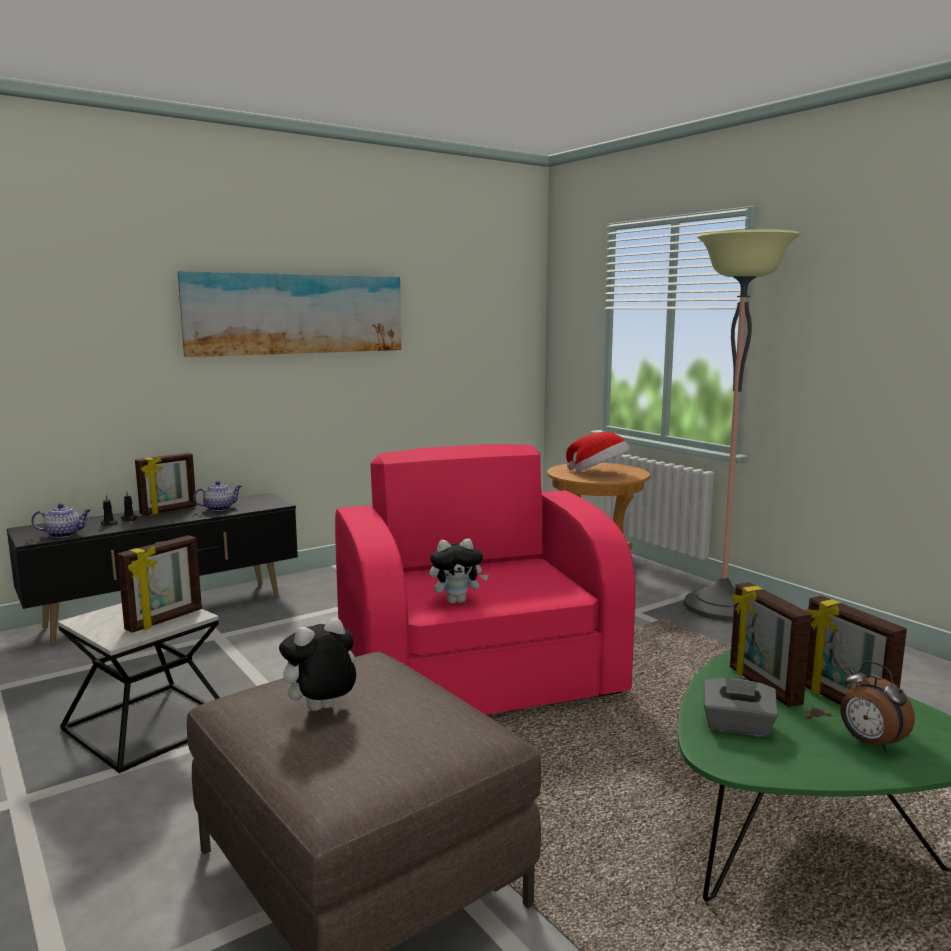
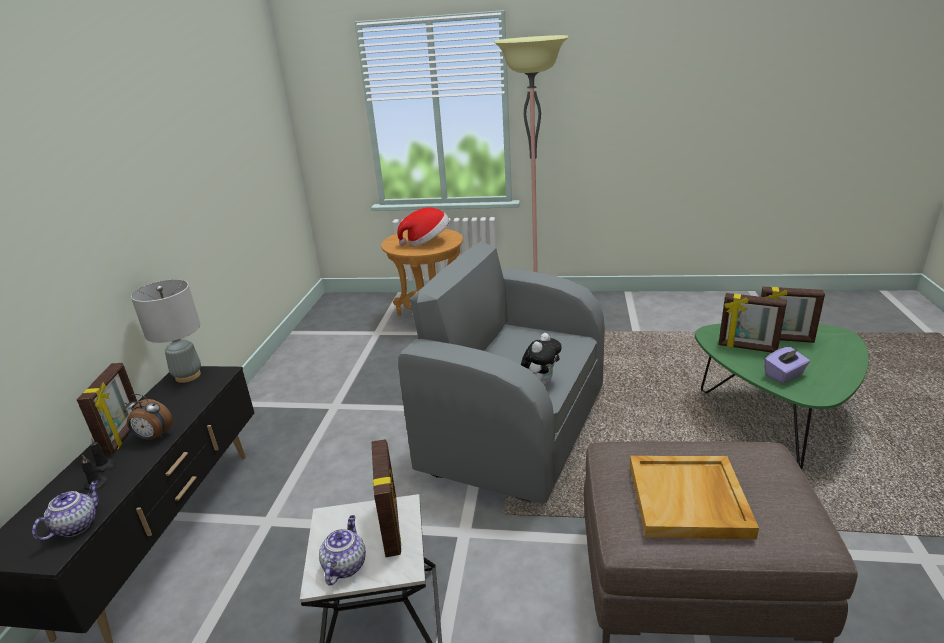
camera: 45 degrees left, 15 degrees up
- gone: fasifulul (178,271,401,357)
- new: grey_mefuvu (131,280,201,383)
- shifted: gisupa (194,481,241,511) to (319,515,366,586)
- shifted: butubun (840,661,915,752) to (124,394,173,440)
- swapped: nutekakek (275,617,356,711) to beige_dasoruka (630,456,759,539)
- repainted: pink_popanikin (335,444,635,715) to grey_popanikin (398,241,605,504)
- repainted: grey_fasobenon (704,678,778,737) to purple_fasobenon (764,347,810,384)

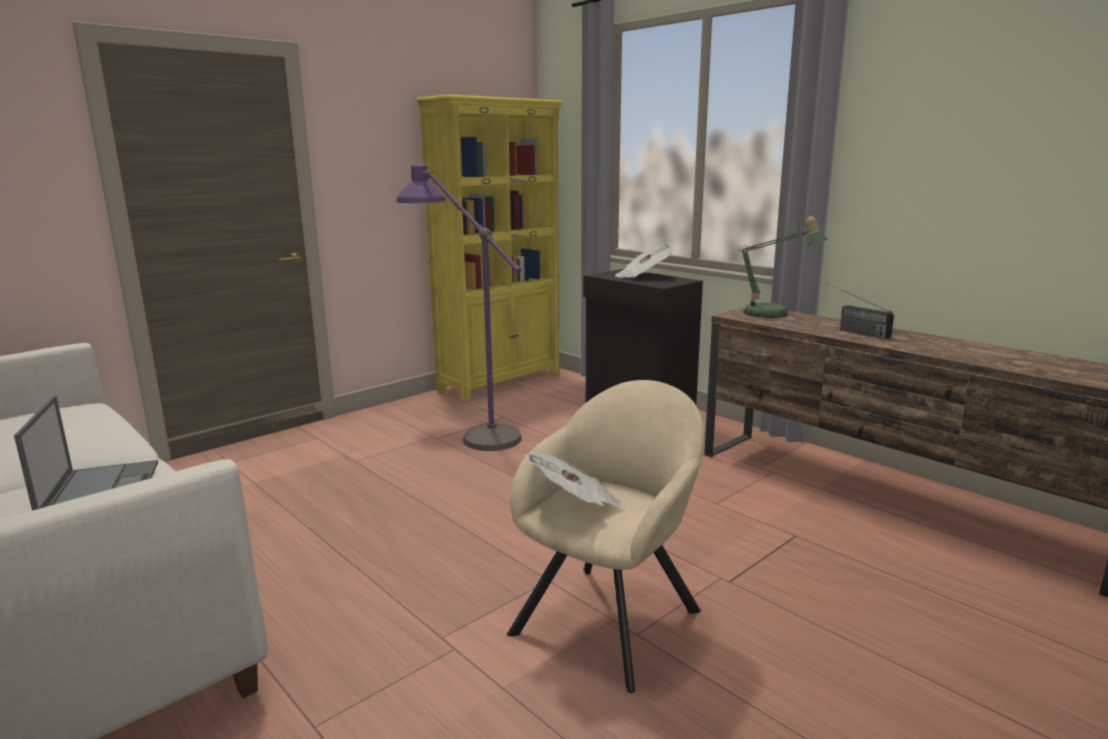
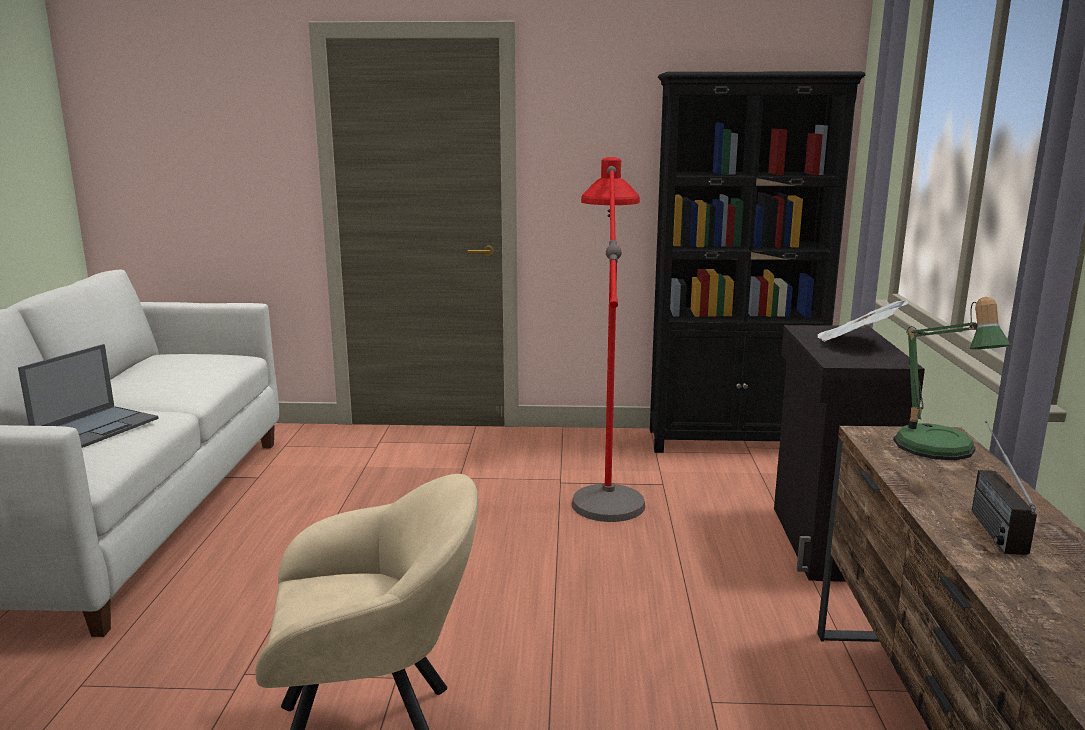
camera: 45 degrees right, 0 degrees up
- gone: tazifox (524,452,626,506)
- repainted: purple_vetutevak (397,164,522,451) to red_vetutevak (572,157,645,522)
- repainted: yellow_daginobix (416,94,563,402) to black_daginobix (650,71,866,453)

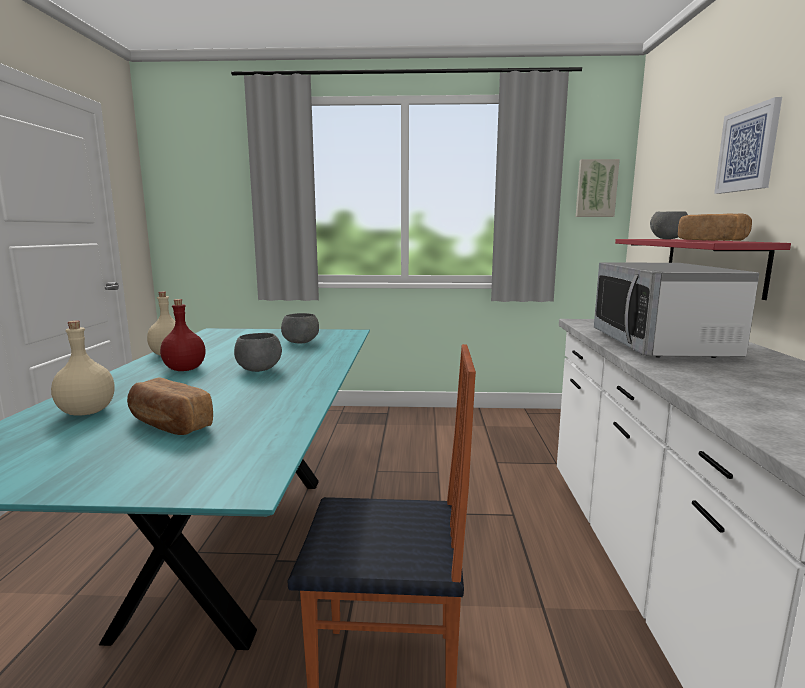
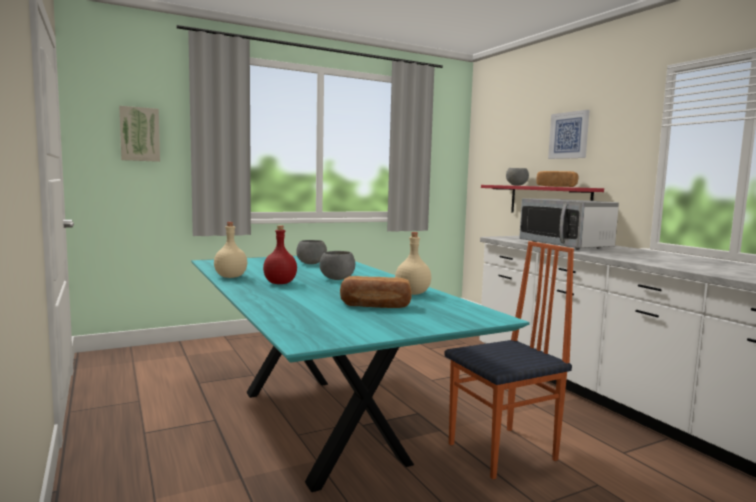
camera: 30 degrees left, 5 degrees down
- shifted: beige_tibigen (51,321,114,416) to (395,232,431,295)
- shifted: fasifulul (576,159,620,217) to (119,106,160,162)

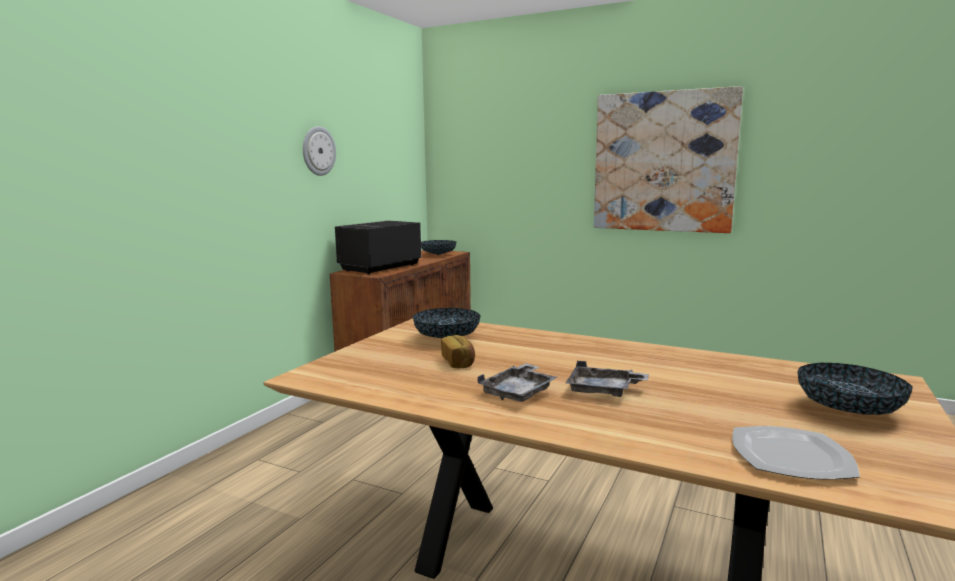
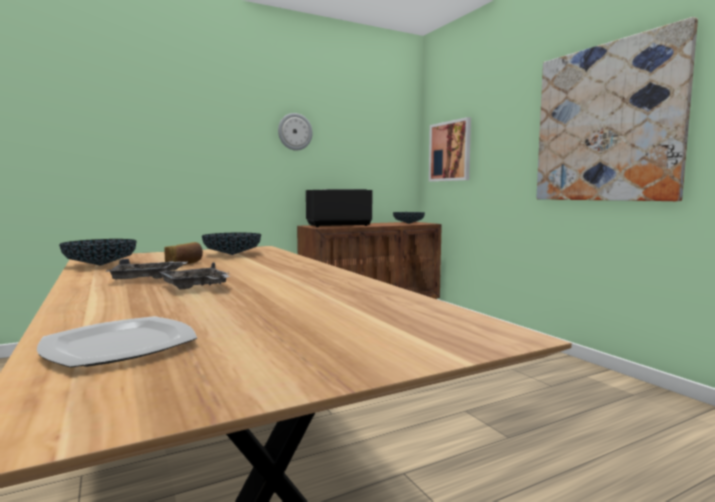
camera: 35 degrees right, 5 degrees down
- new: fasifulul (429,117,471,182)
- shifted: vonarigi (797,363,912,415) to (59,239,137,266)

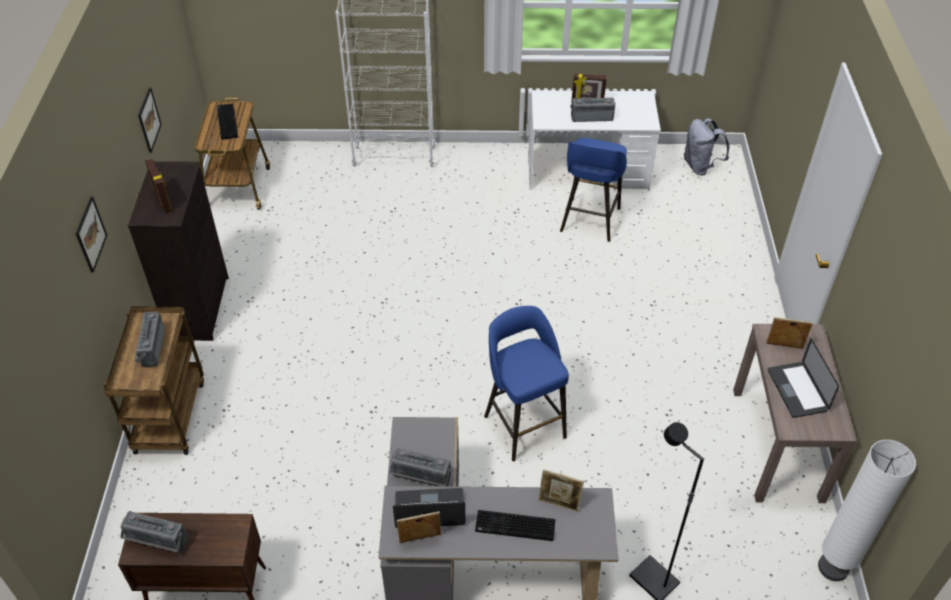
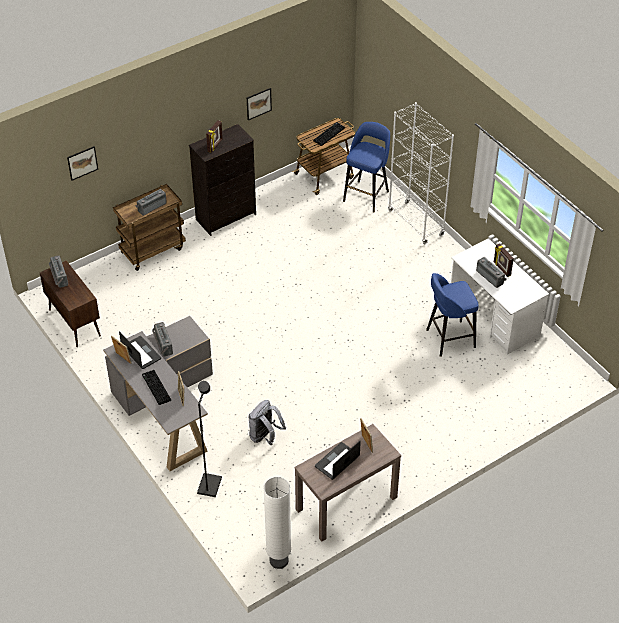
camera: 55 degrees right, 0 degrees up
- shifted: fasifulul (76,197,107,272) to (67,146,98,181)
- shifted: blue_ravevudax (484,306,569,462) to (343,122,390,212)
- shifted: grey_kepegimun (684,118,729,175) to (249,400,286,445)

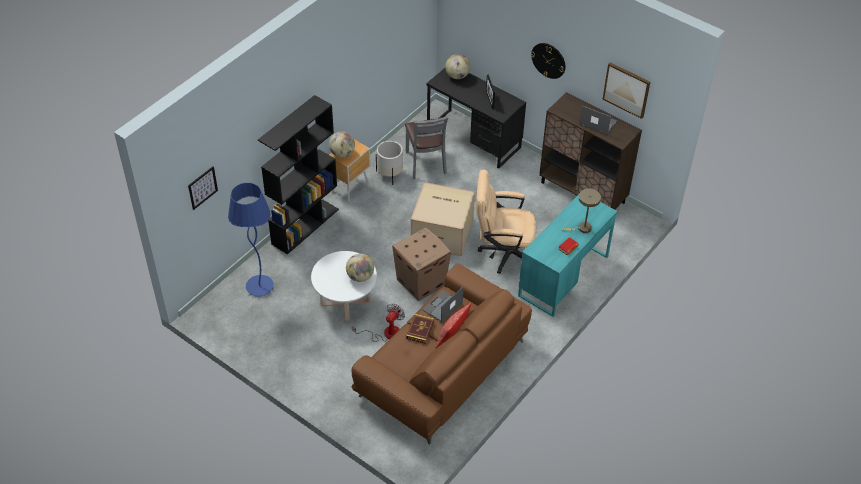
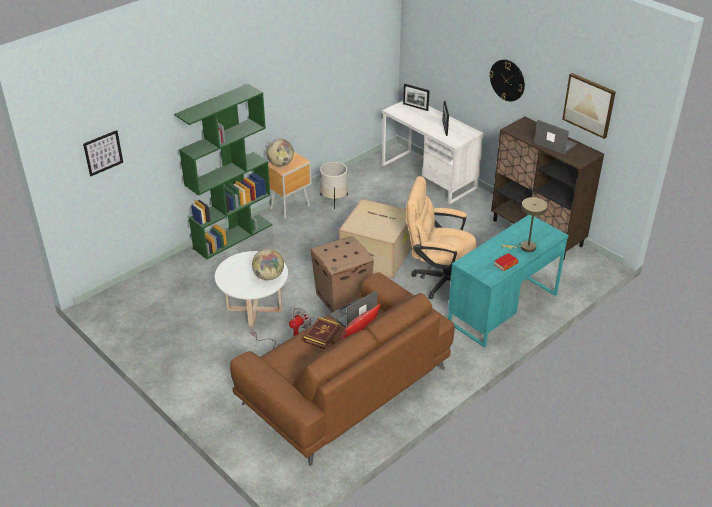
camera: 10 degrees right, 10 degrees down
- gone: blue_vetutevak (228,183,274,297)
- gone: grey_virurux (405,116,448,179)
- swapped: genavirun (445,54,470,79) to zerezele (403,84,430,111)
- repainted: black_daginobix (258,95,339,254) to green_daginobix (174,84,272,259)
- repainted: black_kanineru (427,68,526,168) to white_kanineru (382,101,483,204)

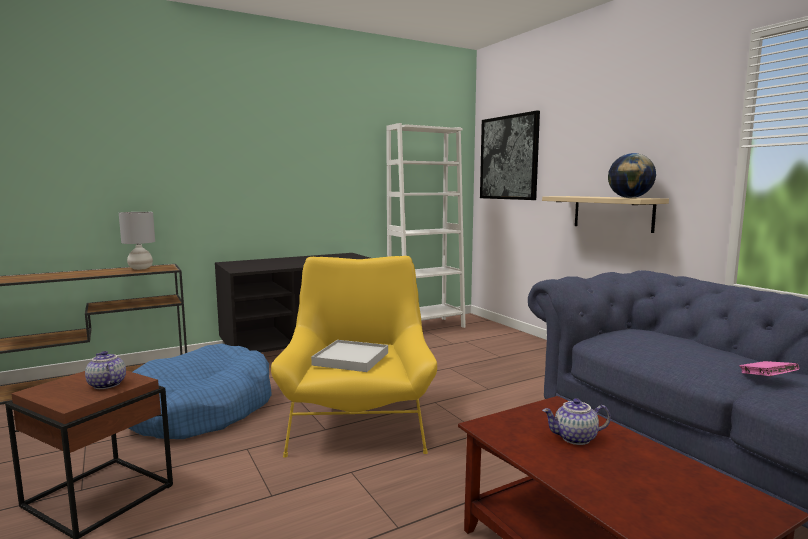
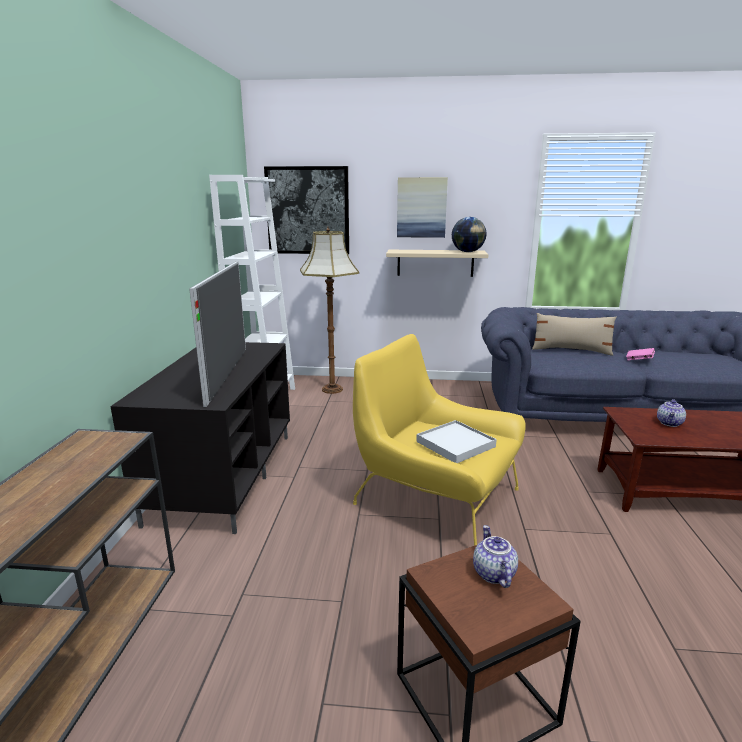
camera: 55 degrees left, 10 degrees up
- gone: grey_mefuvu (119,212,155,270)
- gone: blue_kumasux (128,343,272,439)
- new: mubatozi (189,261,246,407)
- new: vetutevak (300,227,359,394)
- new: fasifulul (397,177,448,238)
- new: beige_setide (532,313,617,356)
- rotated: gisupa (85,351,126,389) = (473,525,518,588) 90 degrees clockwise

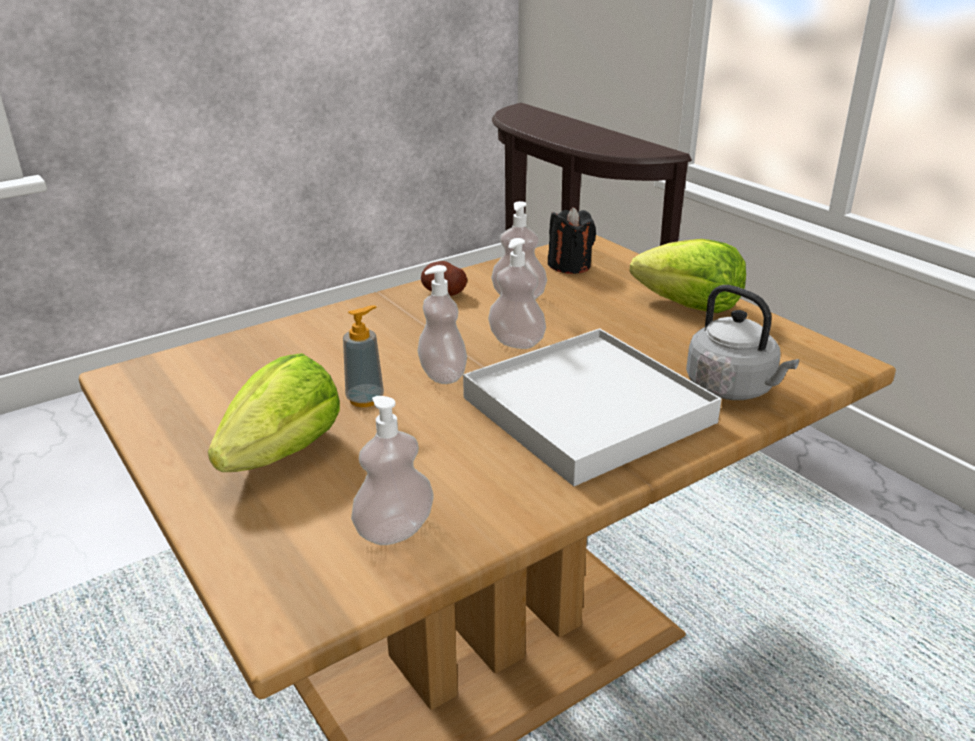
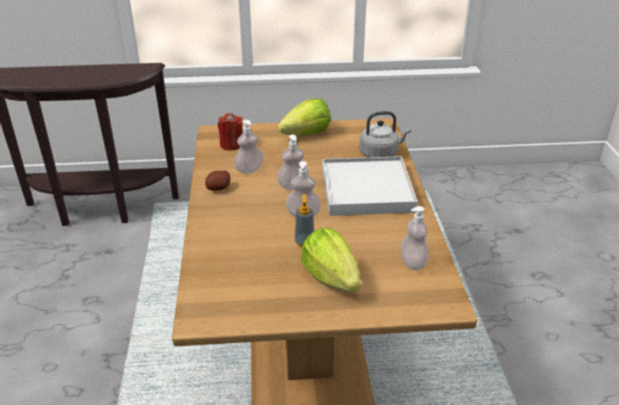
camera: 60 degrees left, 5 degrees up
- repainted: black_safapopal (548,207,596,274) to red_safapopal (218,113,243,150)

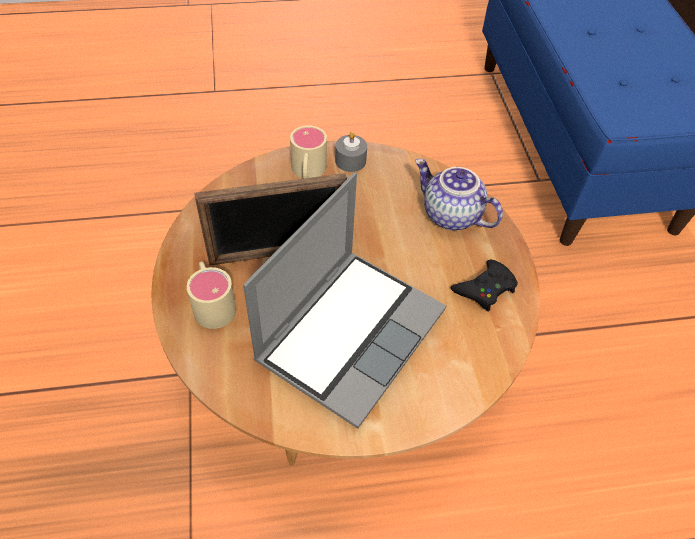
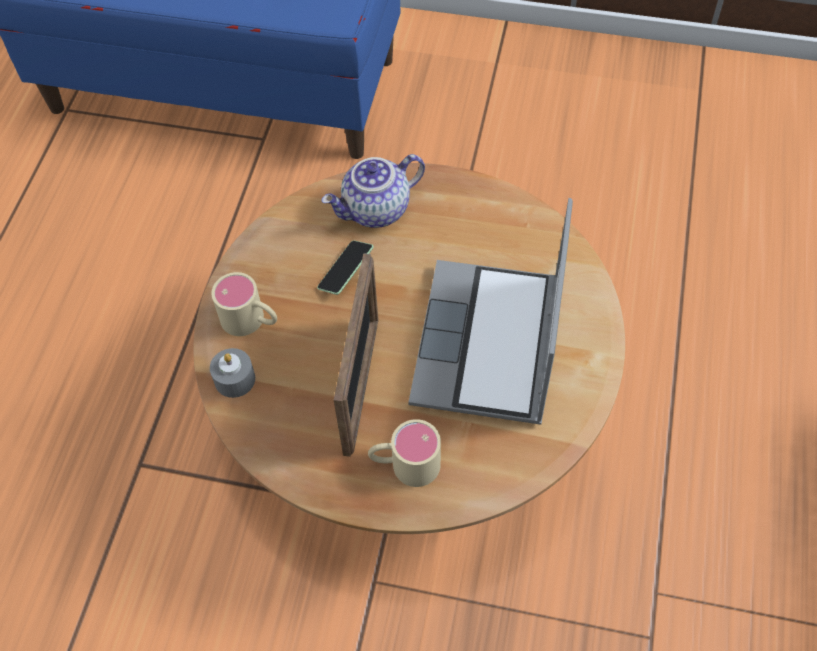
camera: 65 degrees left, 5 degrees up
- gone: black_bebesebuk (451,260,518,312)
- new: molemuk (317,240,373,295)
- shifted: grey_safapopal (335,132,367,172) to (210,348,255,398)
- rotated: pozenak (243,173,446,429) = (408,198,573,425) 135 degrees counterclockwise

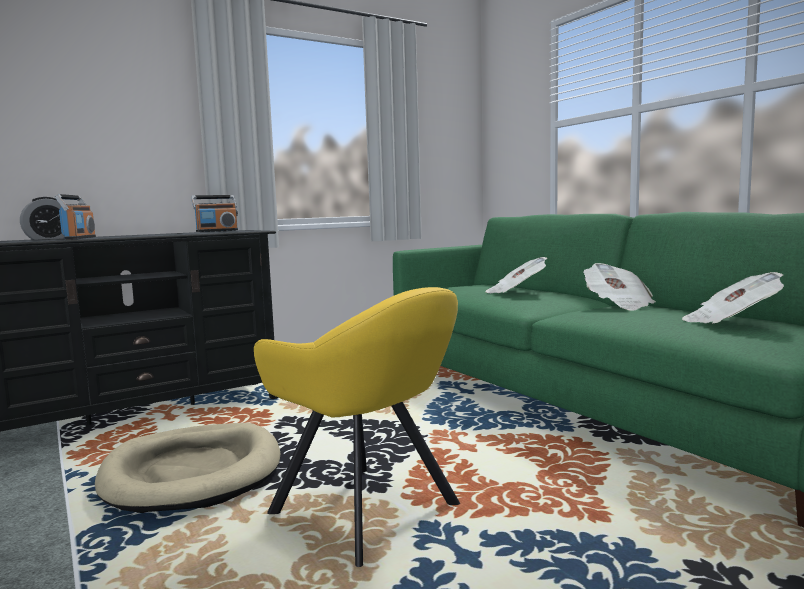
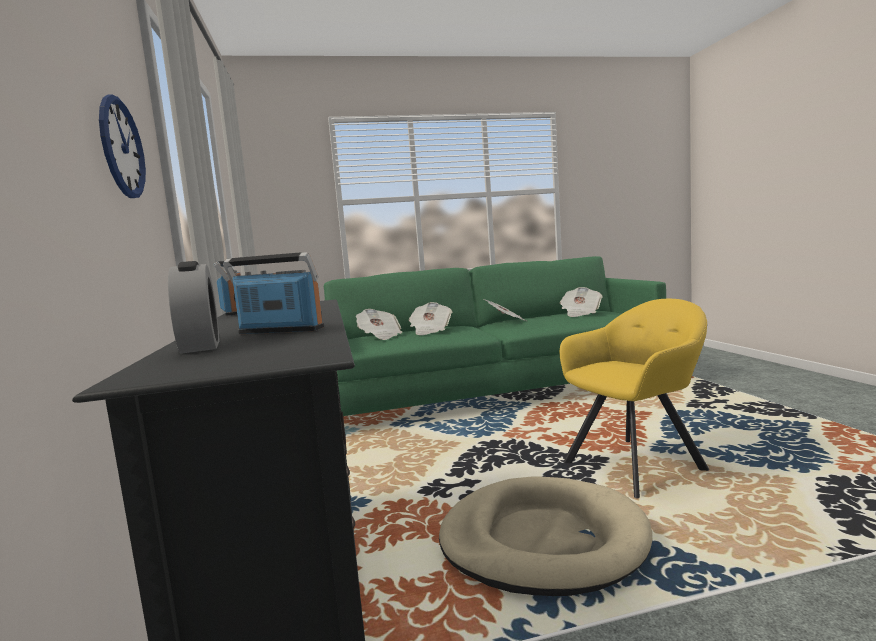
camera: 70 degrees left, 0 degrees up
- new: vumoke (99,95,146,198)
- new: tazifox (356,309,402,340)

